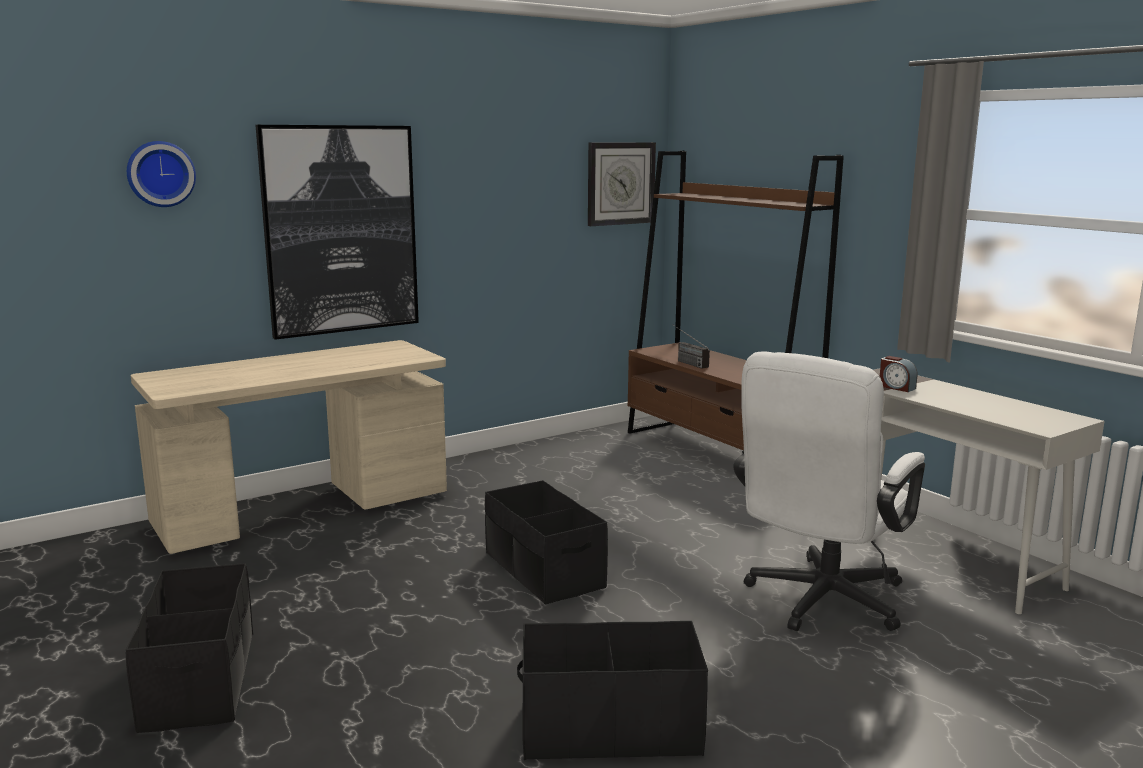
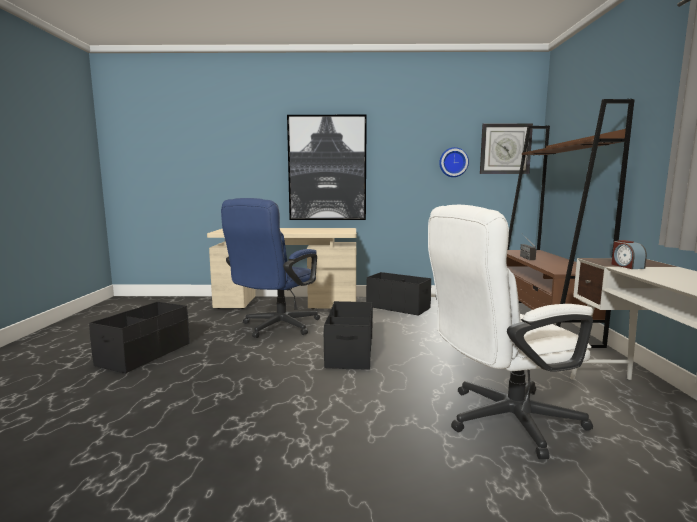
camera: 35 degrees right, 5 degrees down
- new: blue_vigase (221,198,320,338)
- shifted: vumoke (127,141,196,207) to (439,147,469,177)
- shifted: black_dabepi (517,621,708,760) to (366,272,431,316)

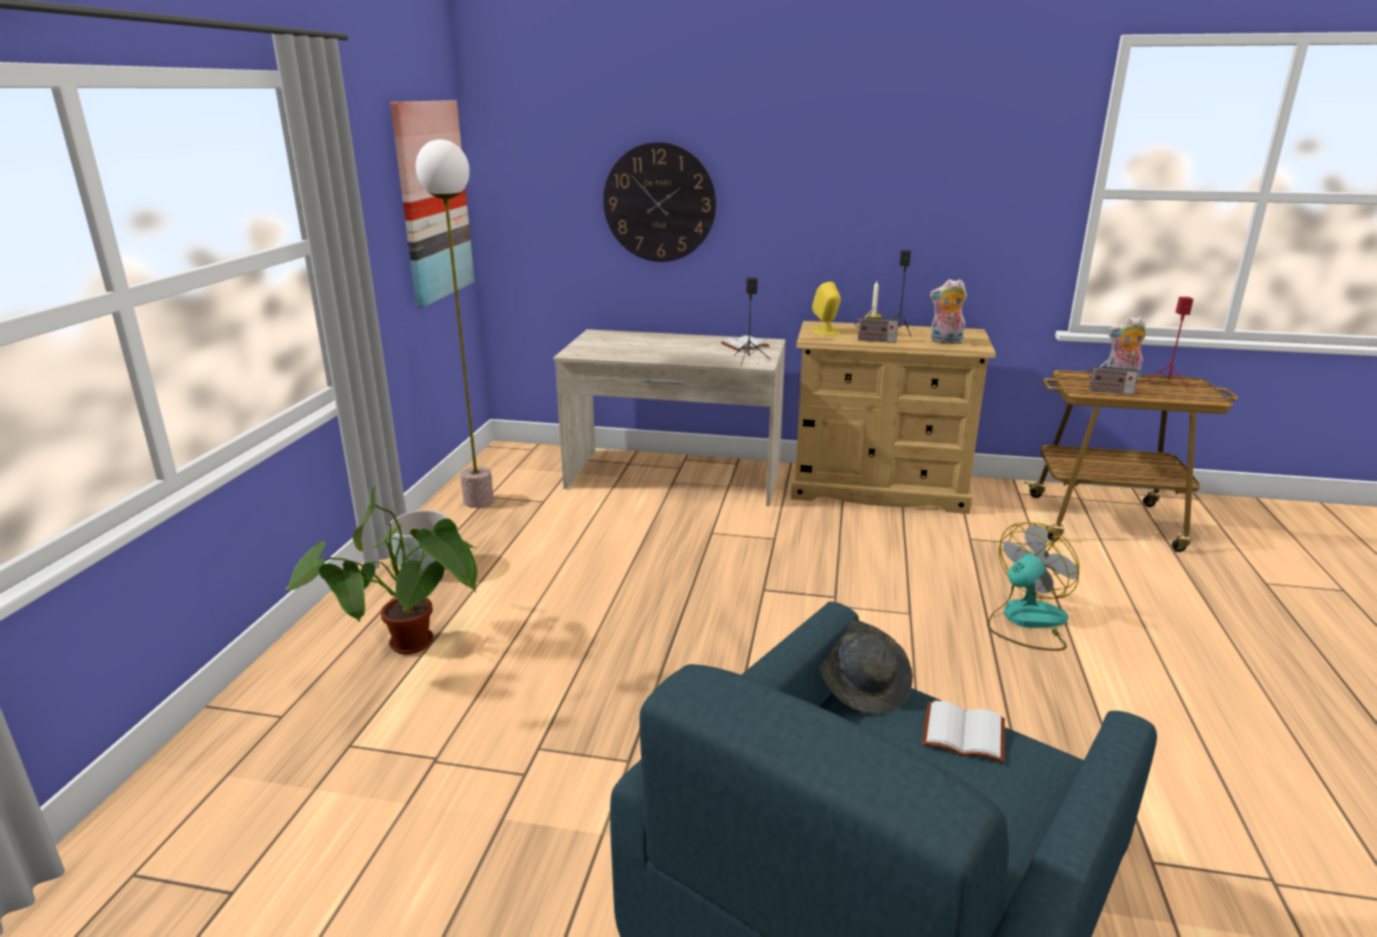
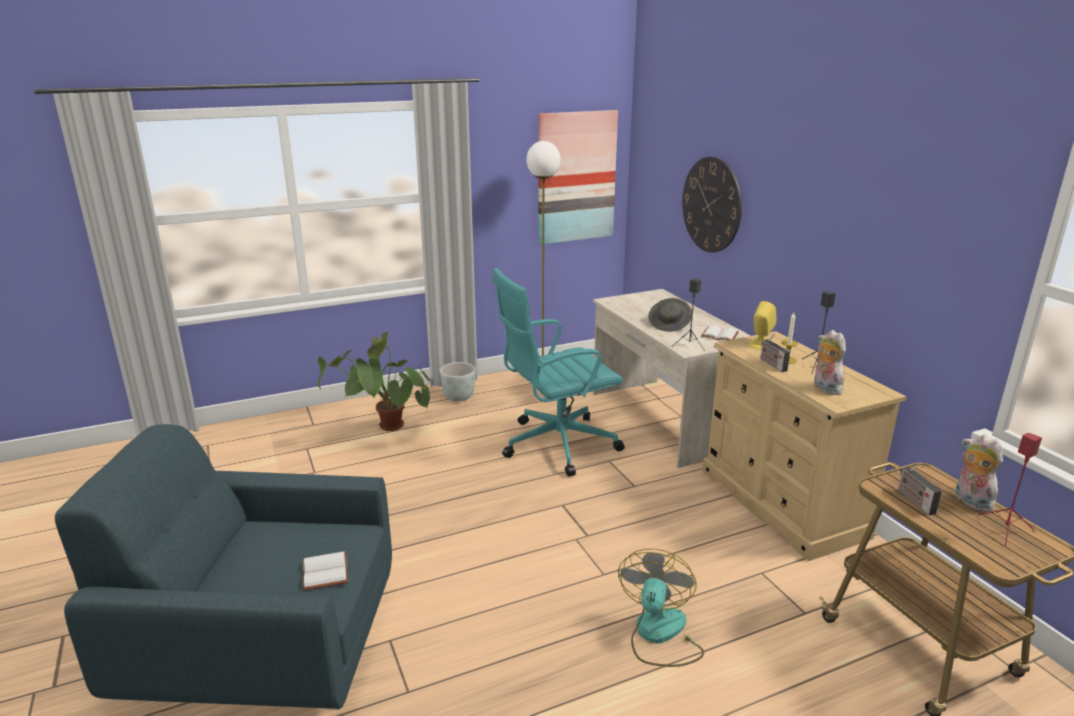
camera: 55 degrees right, 0 degrees up
- new: turquoise_vigase (492,268,625,476)
- shifted: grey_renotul (819,620,913,714) to (648,298,692,332)
- rotated: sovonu (987,522,1079,651) = (618,549,704,667) 90 degrees counterclockwise

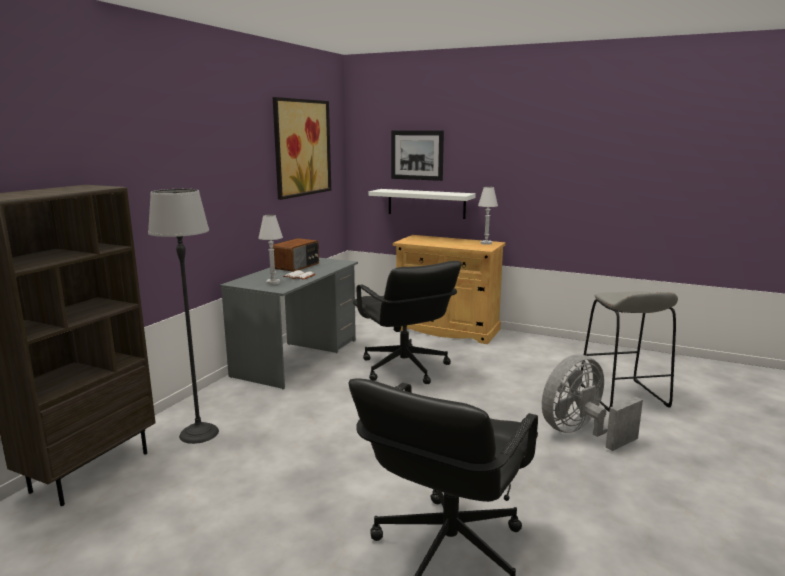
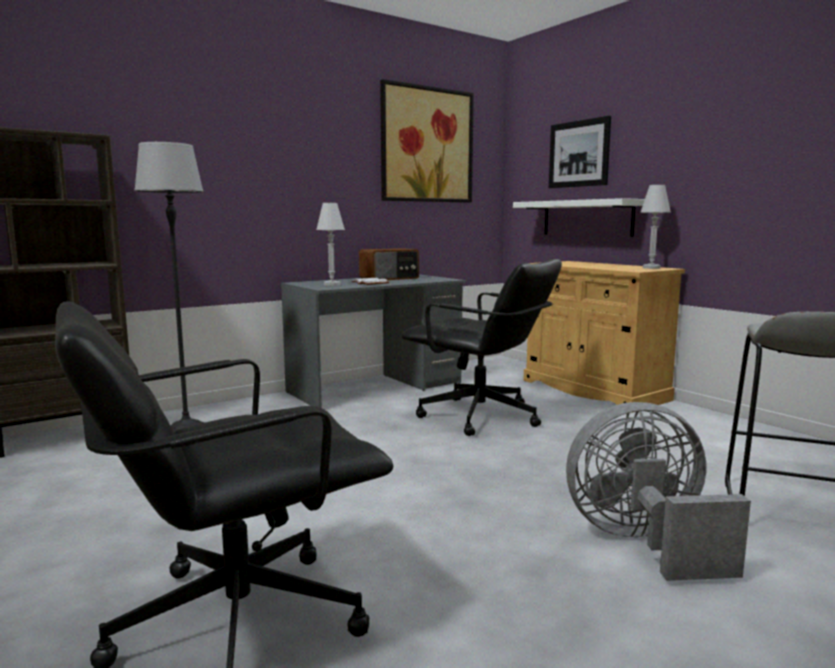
camera: 30 degrees right, 5 degrees down
- rotated: black_vigase (353,261,462,384) = (401,259,562,436) 60 degrees counterclockwise

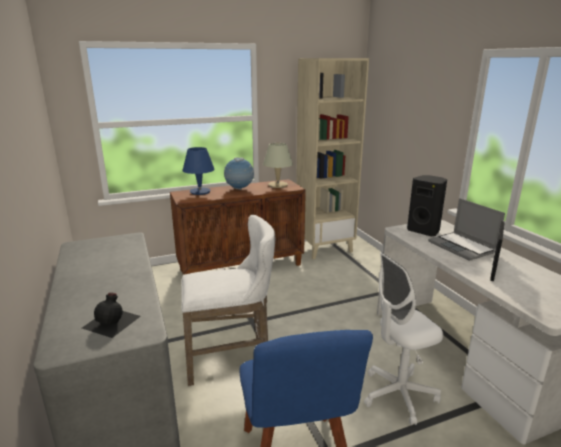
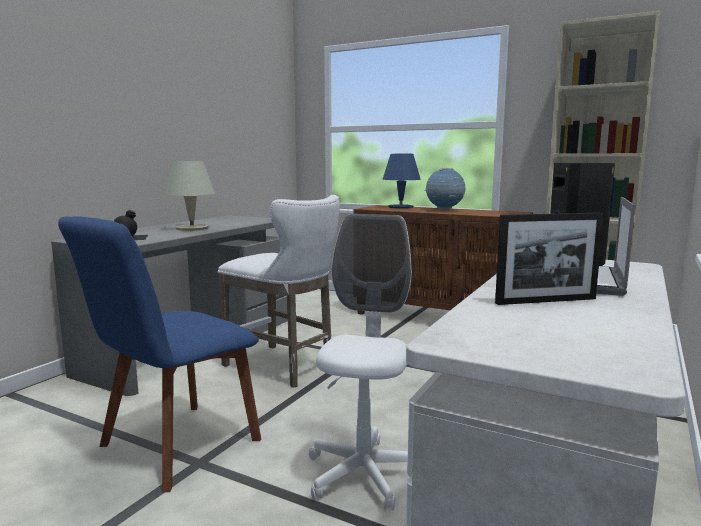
camera: 50 degrees right, 10 degrees down
- shifted: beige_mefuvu (263,143,293,188) to (165,161,215,231)
- rotated: white_vigase (364,252,443,425) = (309,214,412,511) 75 degrees clockwise

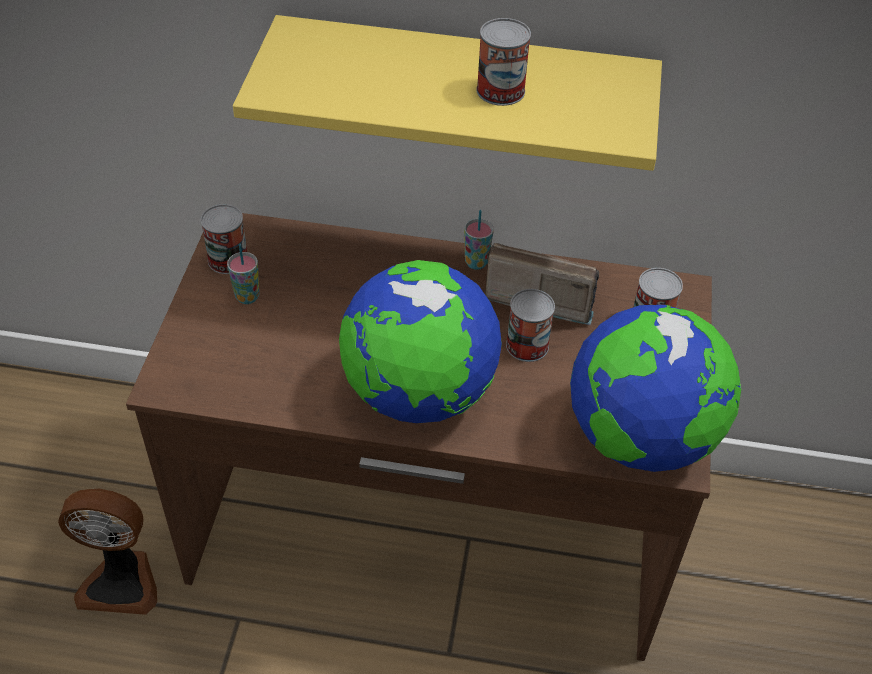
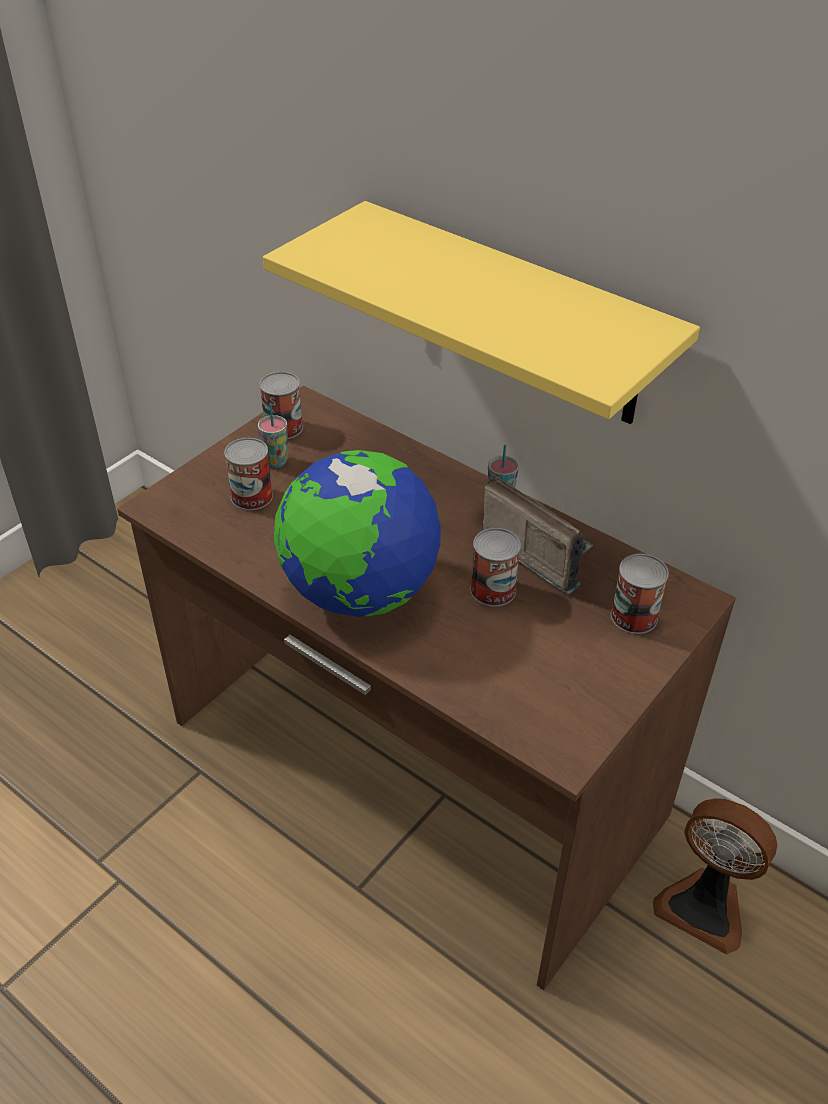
camera: 30 degrees right, 5 degrees down
- gone: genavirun (570,305,741,472)
- shifted: sovonu (58,489,157,615) to (653,798,777,955)
- shifted: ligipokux (476,18,531,106) to (224,438,273,510)

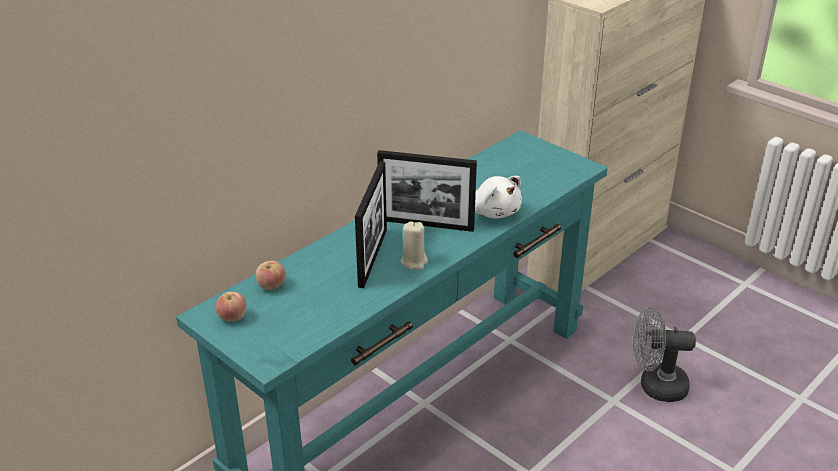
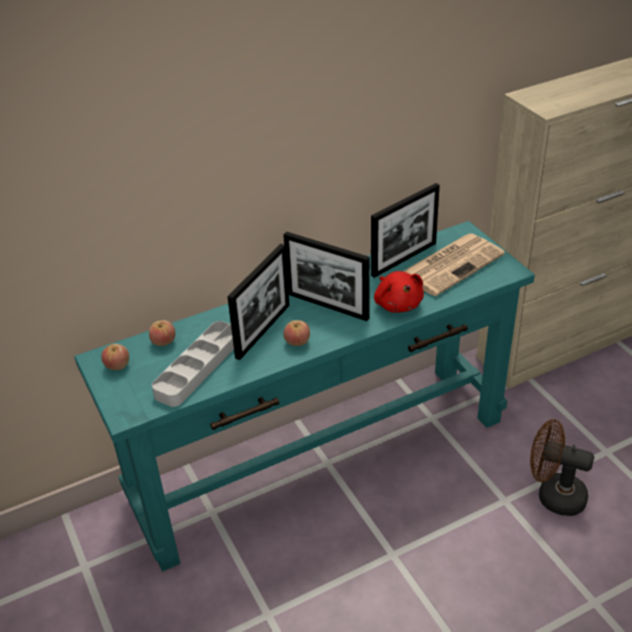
camera: 20 degrees right, 5 degrees up
- new: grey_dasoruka (152,321,234,407)
- new: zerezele (371,183,440,278)
- new: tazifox (403,233,505,296)
- swapped: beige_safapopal (401,222,428,270) to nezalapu (283,320,310,346)
- repainted: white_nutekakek (475,176,522,219) to red_nutekakek (374,271,424,313)
- repainted: grey_sovonu (633,307,696,402) to brown_sovonu (530,419,594,516)

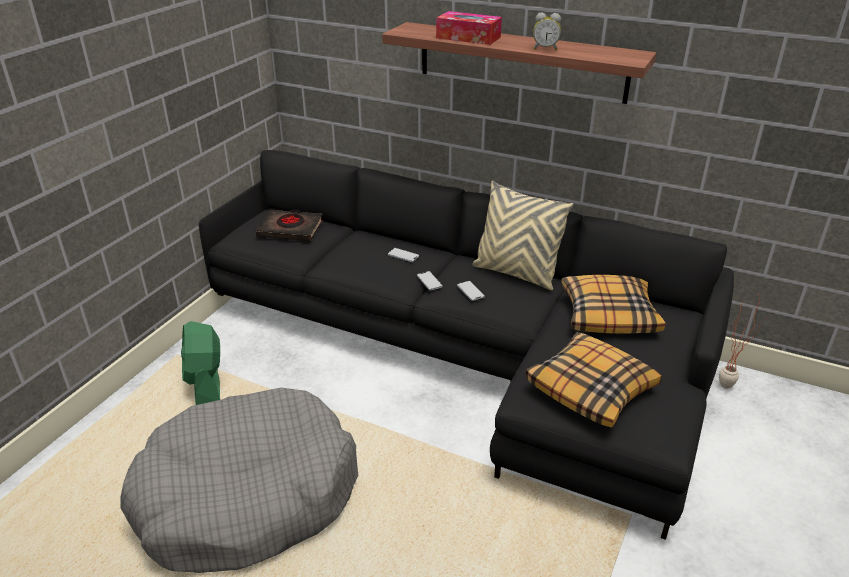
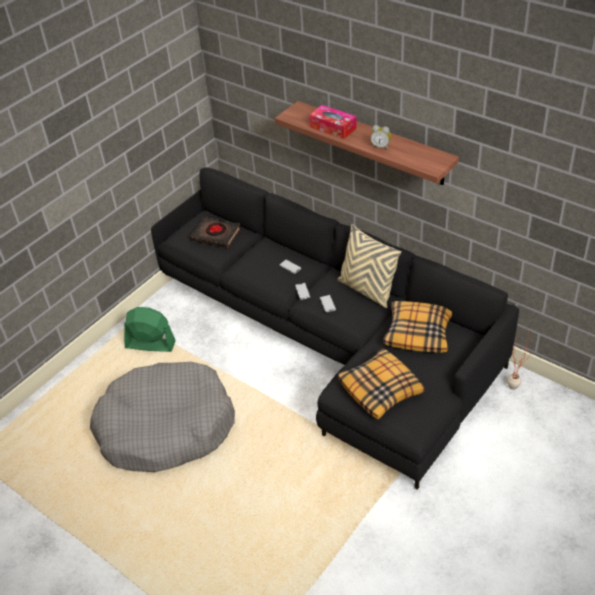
camera: 15 degrees right, 10 degrees up
- rotated: green_sovonu (181,321,220,405) = (124,307,176,352) 105 degrees clockwise

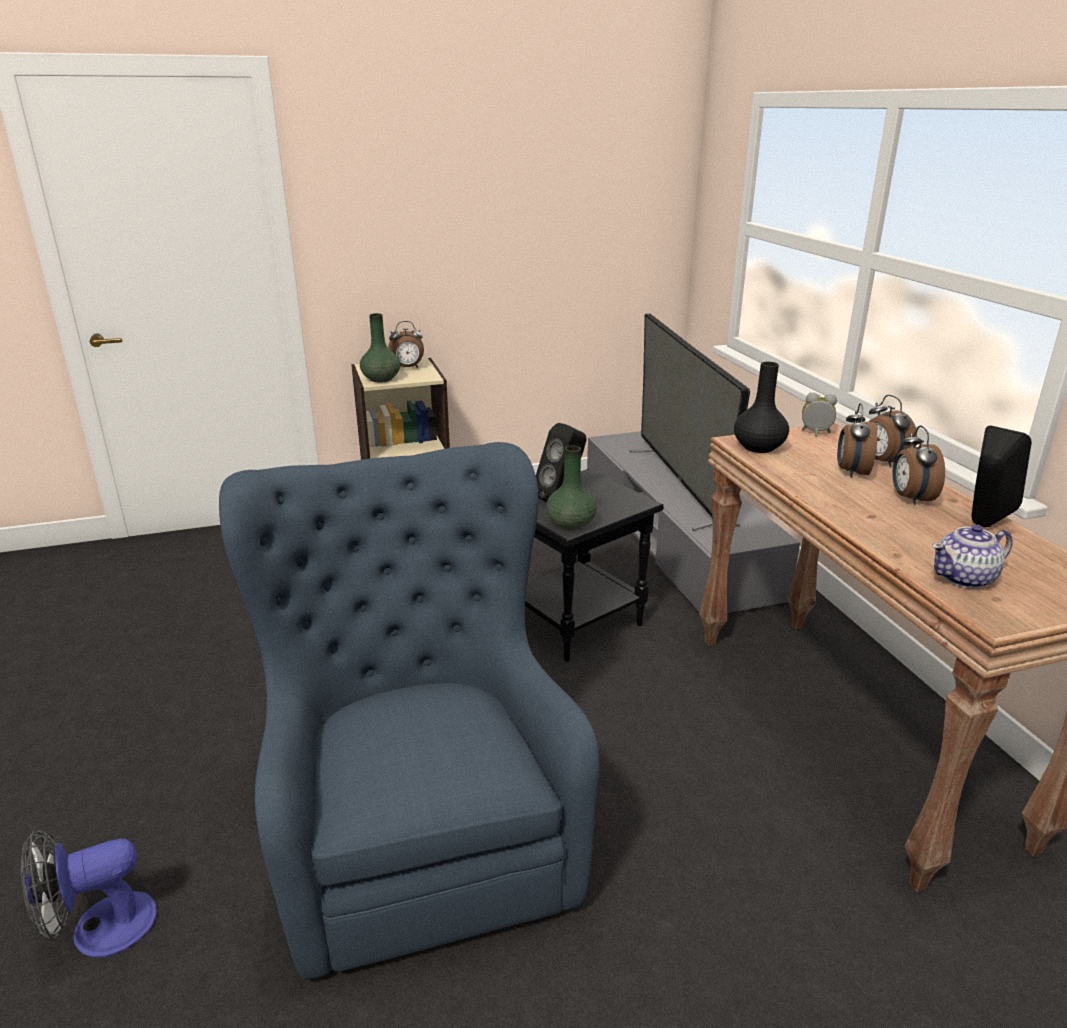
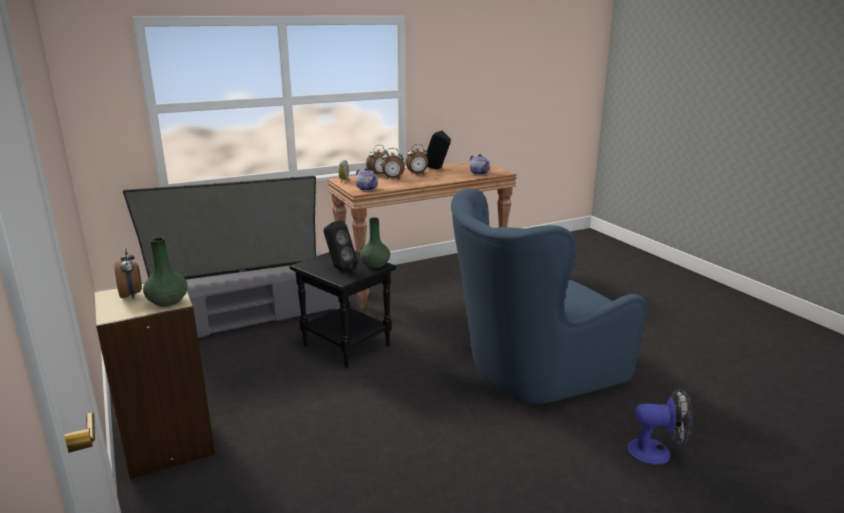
camera: 100 degrees left, 5 degrees down
- swapped: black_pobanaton (734,362,789,453) to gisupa (356,168,378,191)
- rotated: sovonu (21,830,157,958) = (628,388,693,465) 45 degrees counterclockwise

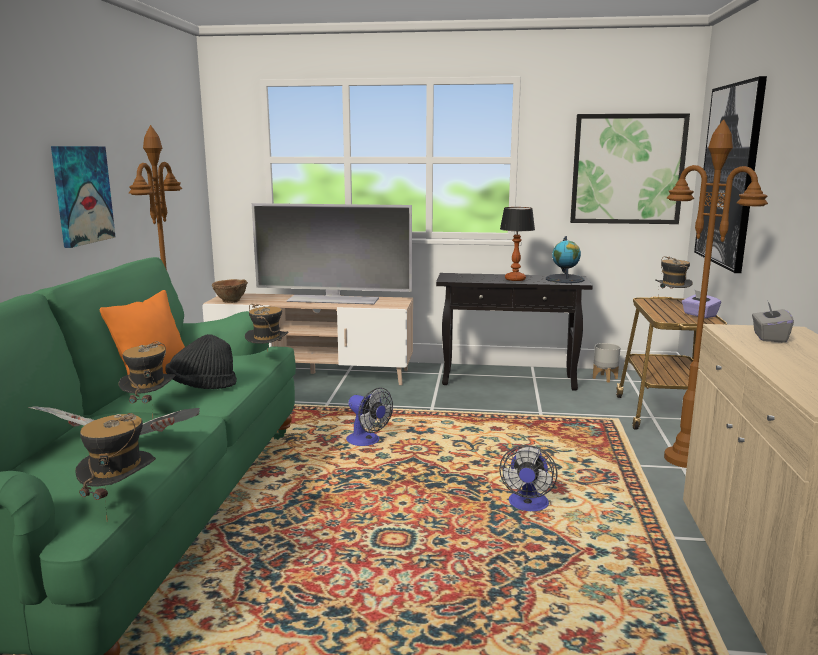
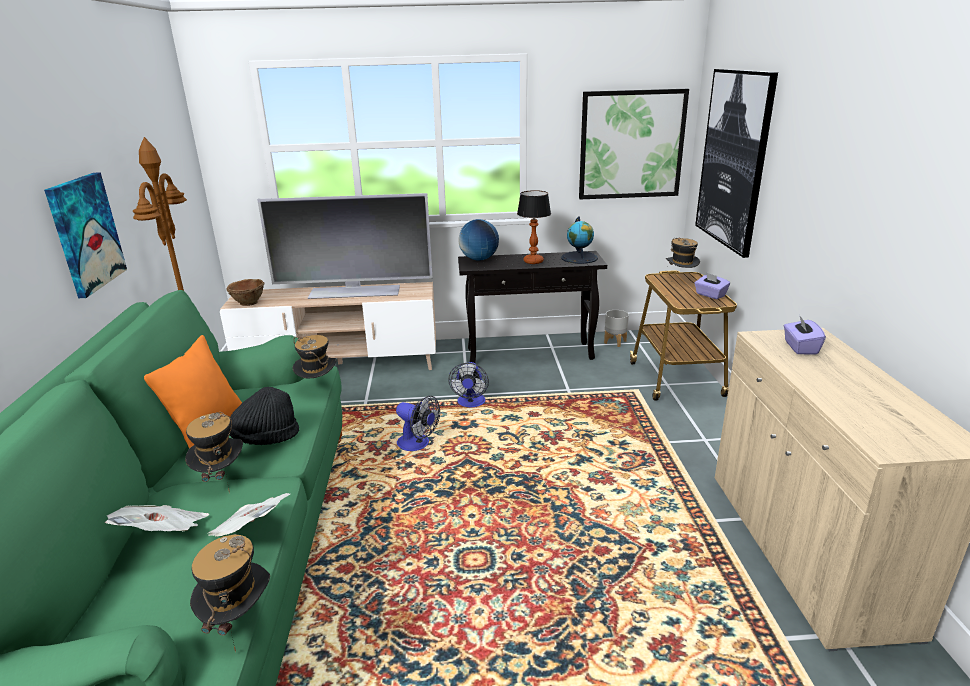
camera: 10 degrees left, 10 degrees up
- gone: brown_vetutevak (664,119,768,468)
- new: genavirun (458,219,499,260)
- shifted: sovonu (499,445,558,511) to (448,362,489,407)
- repainted: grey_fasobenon (752,302,794,343) to purple_fasobenon (784,316,826,355)

